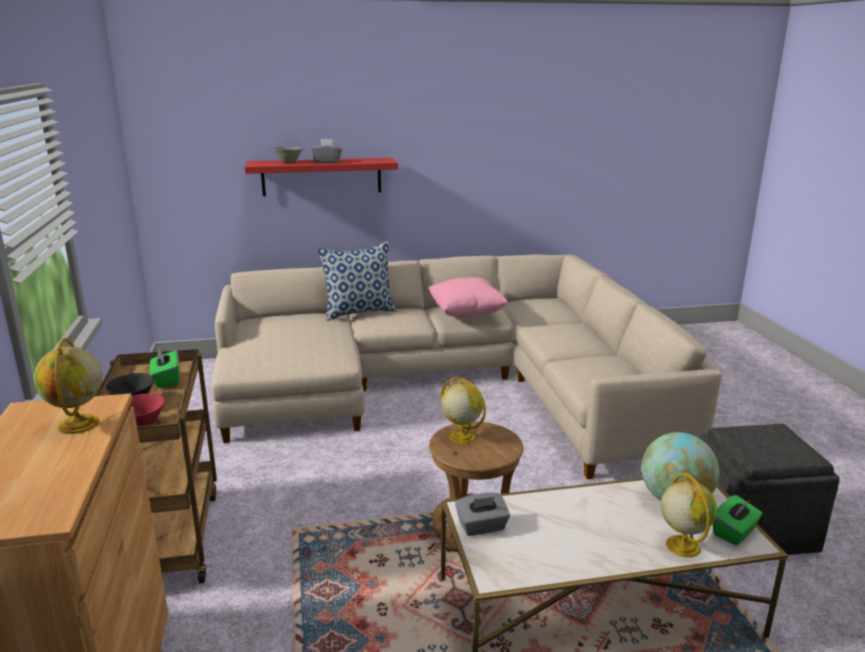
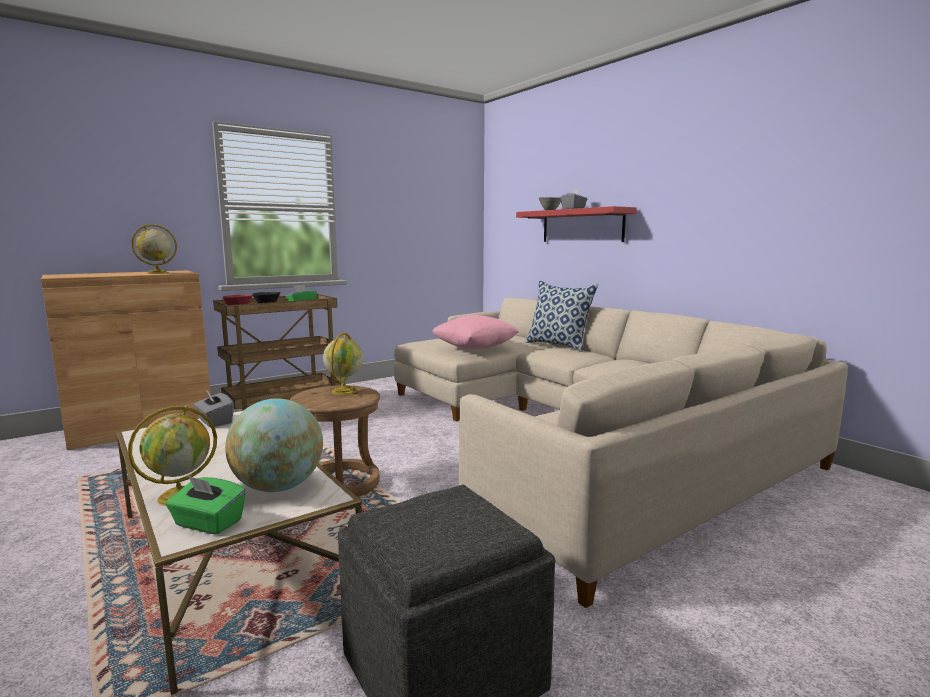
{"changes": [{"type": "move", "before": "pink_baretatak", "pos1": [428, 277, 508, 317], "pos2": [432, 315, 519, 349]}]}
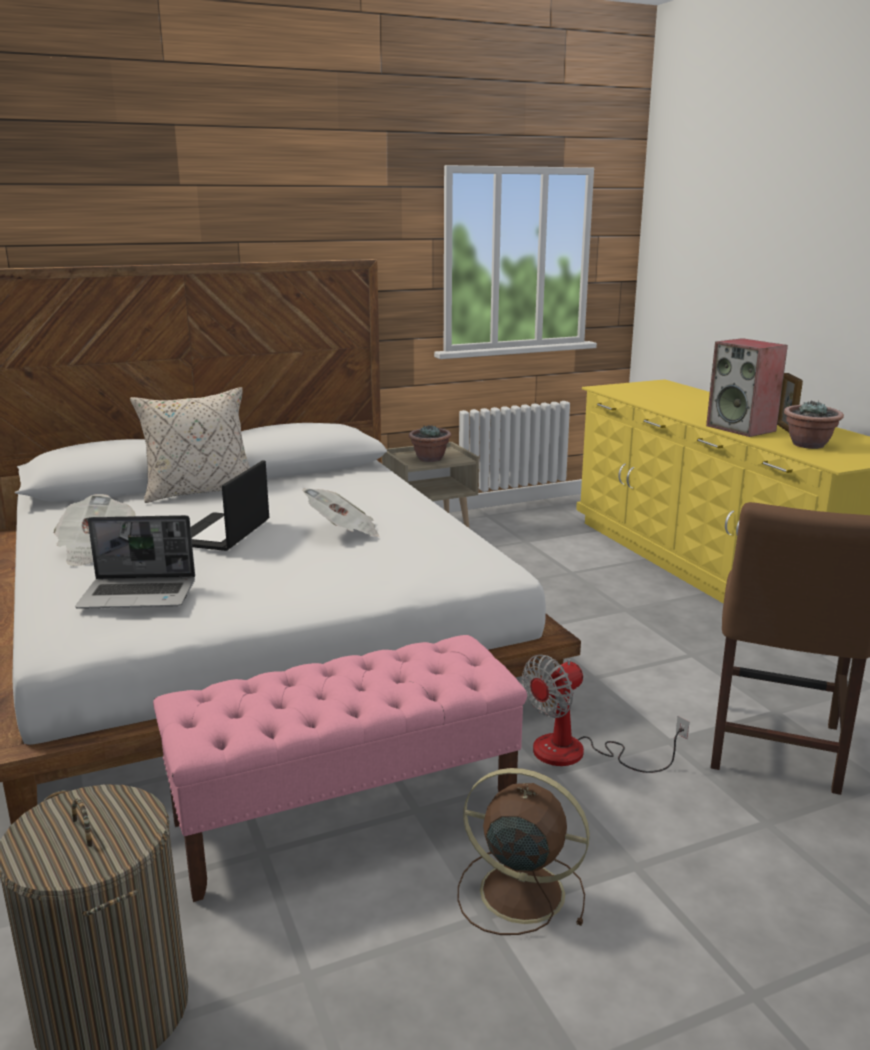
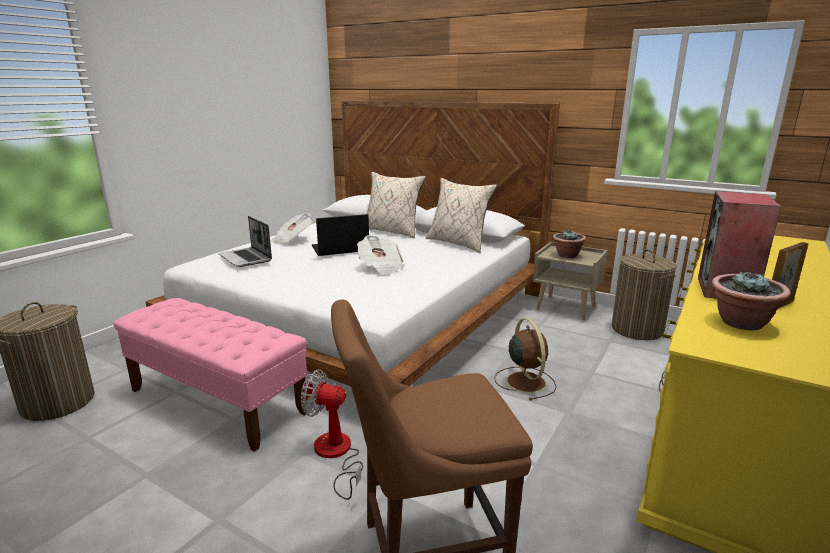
{"changes": [{"type": "move", "before": "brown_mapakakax", "pos1": [457, 768, 590, 935], "pos2": [494, 318, 556, 401]}, {"type": "insert", "after": "beige_baretatak", "pos2": [426, 178, 497, 253]}, {"type": "insert", "after": "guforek", "pos2": [612, 249, 677, 340]}]}
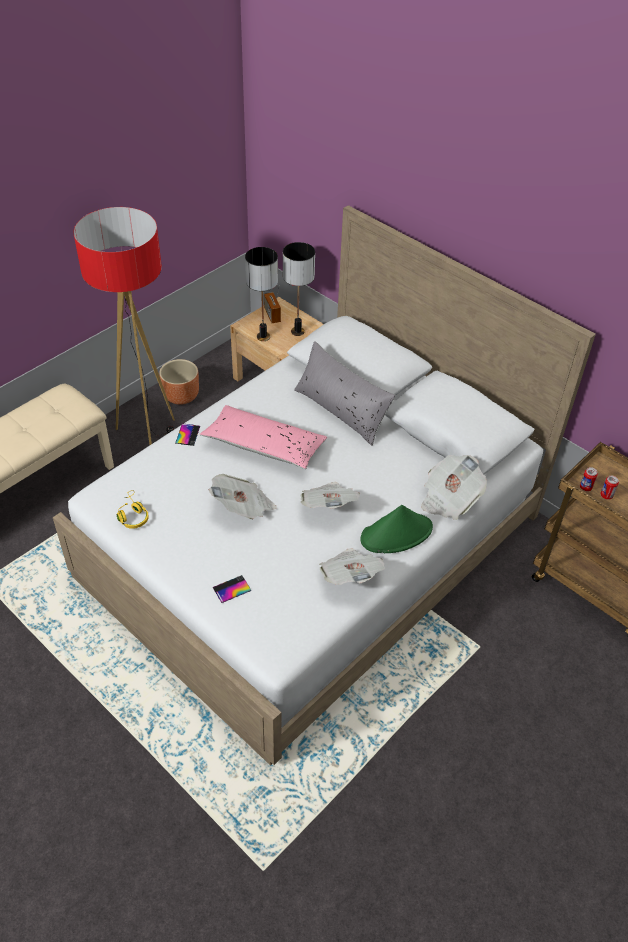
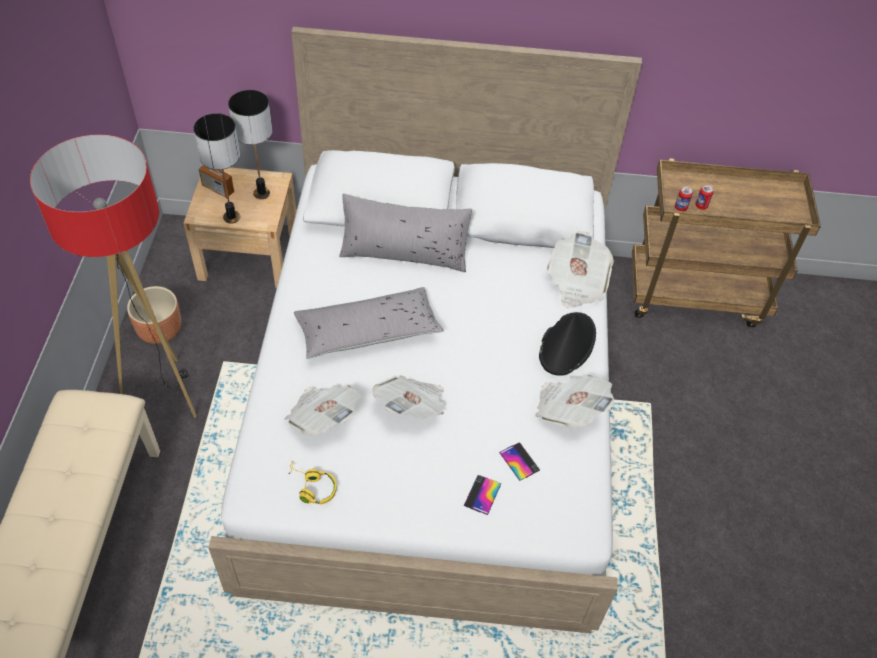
{"changes": [{"type": "move", "before": "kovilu", "pos1": [175, 423, 200, 446], "pos2": [499, 442, 540, 481]}, {"type": "recolor", "before": "pink_baretatak", "after": "grey_baretatak", "pos1": [199, 405, 327, 469], "pos2": [294, 287, 444, 359]}, {"type": "move", "before": "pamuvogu", "pos1": [300, 482, 361, 509], "pos2": [285, 385, 361, 435]}, {"type": "recolor", "before": "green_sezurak", "after": "black_sezurak", "pos1": [361, 505, 433, 553], "pos2": [539, 312, 596, 376]}]}
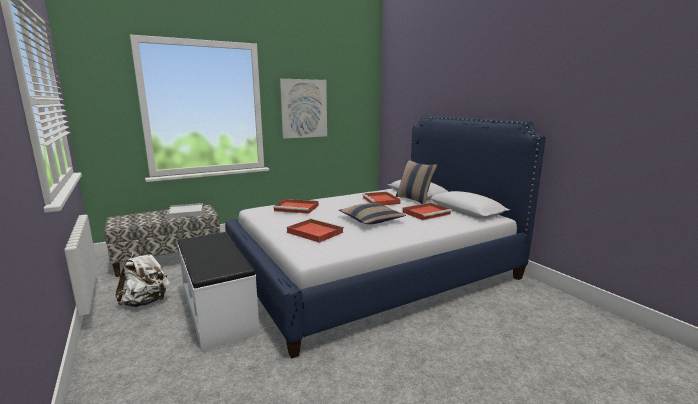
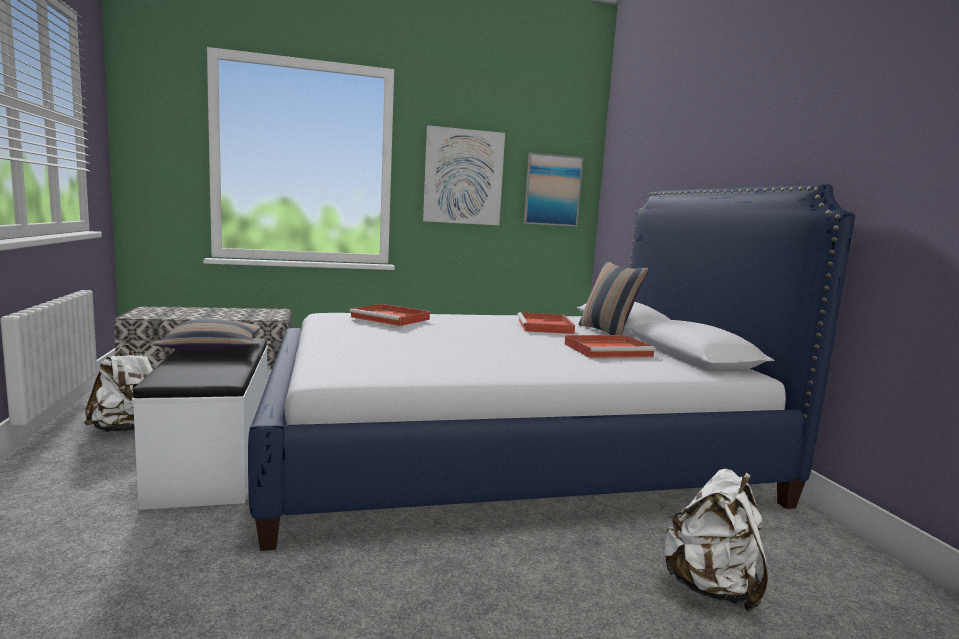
{"changes": [{"type": "delete", "before": "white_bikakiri", "pos1": [167, 203, 203, 219]}, {"type": "delete", "before": "red_bikakiri", "pos1": [287, 219, 344, 243]}, {"type": "move", "before": "baretatak", "pos1": [339, 203, 406, 224], "pos2": [154, 319, 261, 352]}, {"type": "insert", "after": "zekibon", "pos2": [524, 152, 583, 227]}, {"type": "insert", "after": "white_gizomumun", "pos2": [661, 468, 768, 612]}]}
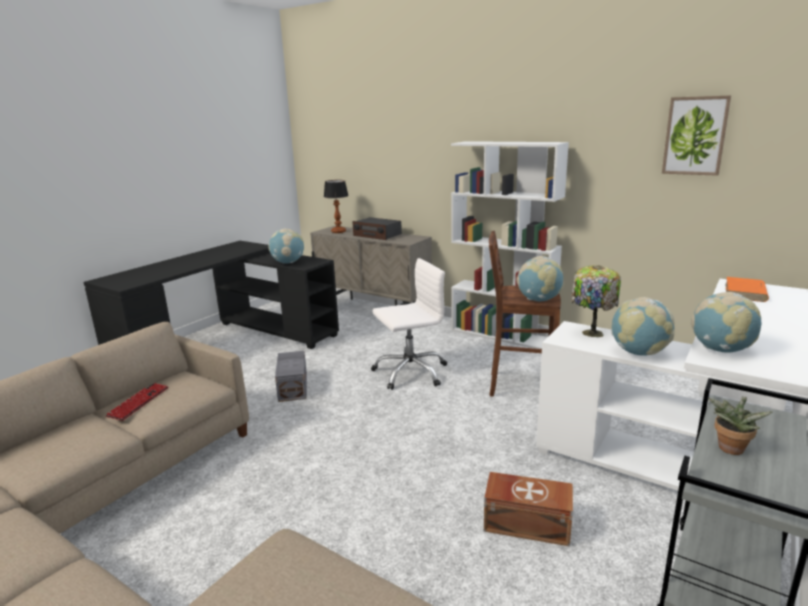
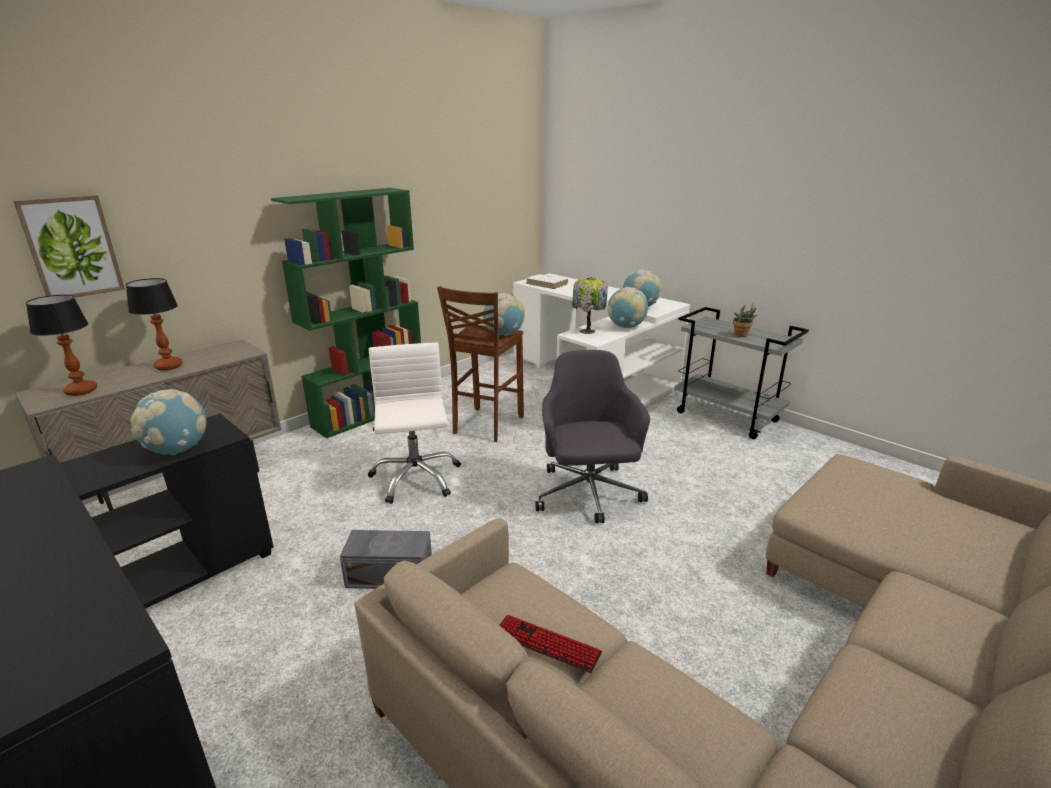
{"changes": [{"type": "replace", "before": "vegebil", "after": "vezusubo", "pos1": [352, 217, 402, 240], "pos2": [126, 278, 183, 370]}, {"type": "recolor", "before": "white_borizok", "after": "green_borizok", "pos1": [451, 141, 569, 349], "pos2": [271, 188, 421, 438]}, {"type": "delete", "before": "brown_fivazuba", "pos1": [484, 472, 573, 546]}, {"type": "move", "before": "zekibon", "pos1": [662, 96, 731, 176], "pos2": [13, 195, 125, 298]}, {"type": "recolor", "before": "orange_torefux", "after": "white_torefux", "pos1": [726, 277, 769, 302], "pos2": [526, 274, 568, 289]}, {"type": "insert", "after": "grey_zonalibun", "pos2": [535, 350, 650, 523]}]}
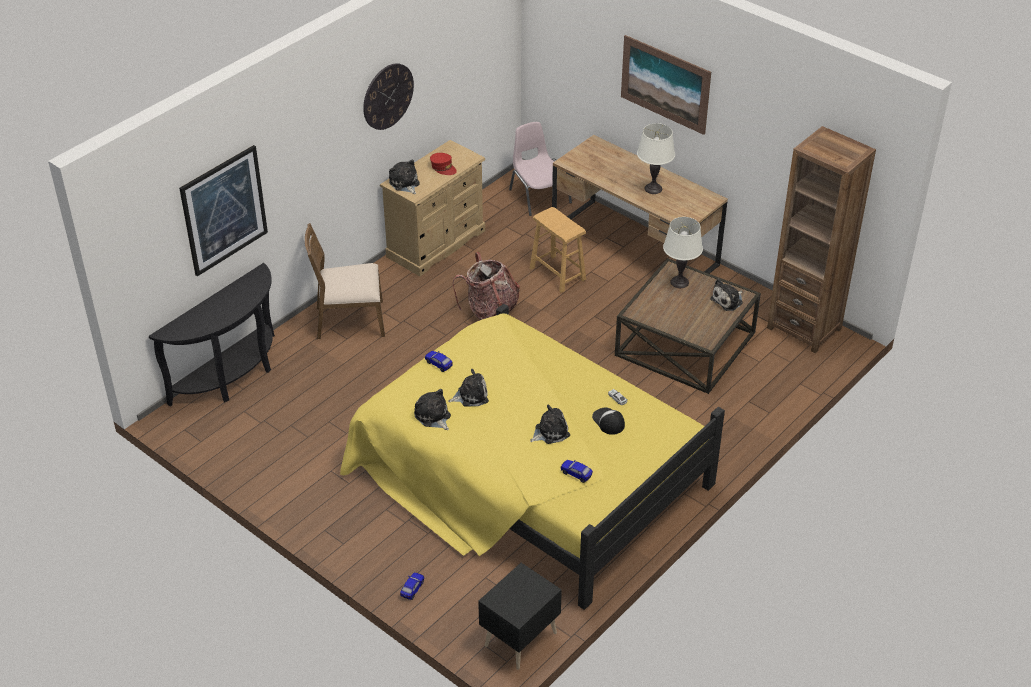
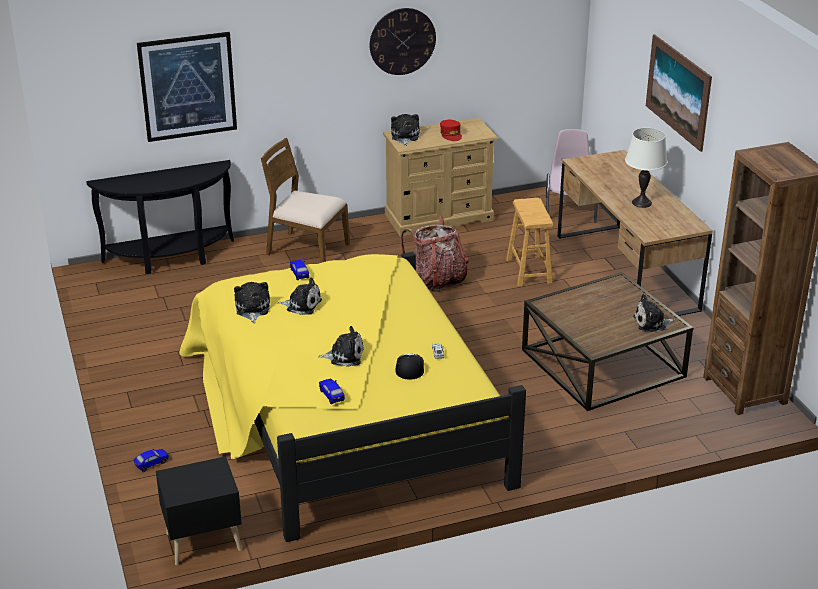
{"changes": [{"type": "delete", "before": "white_vezusubo", "pos1": [663, 217, 703, 288]}]}
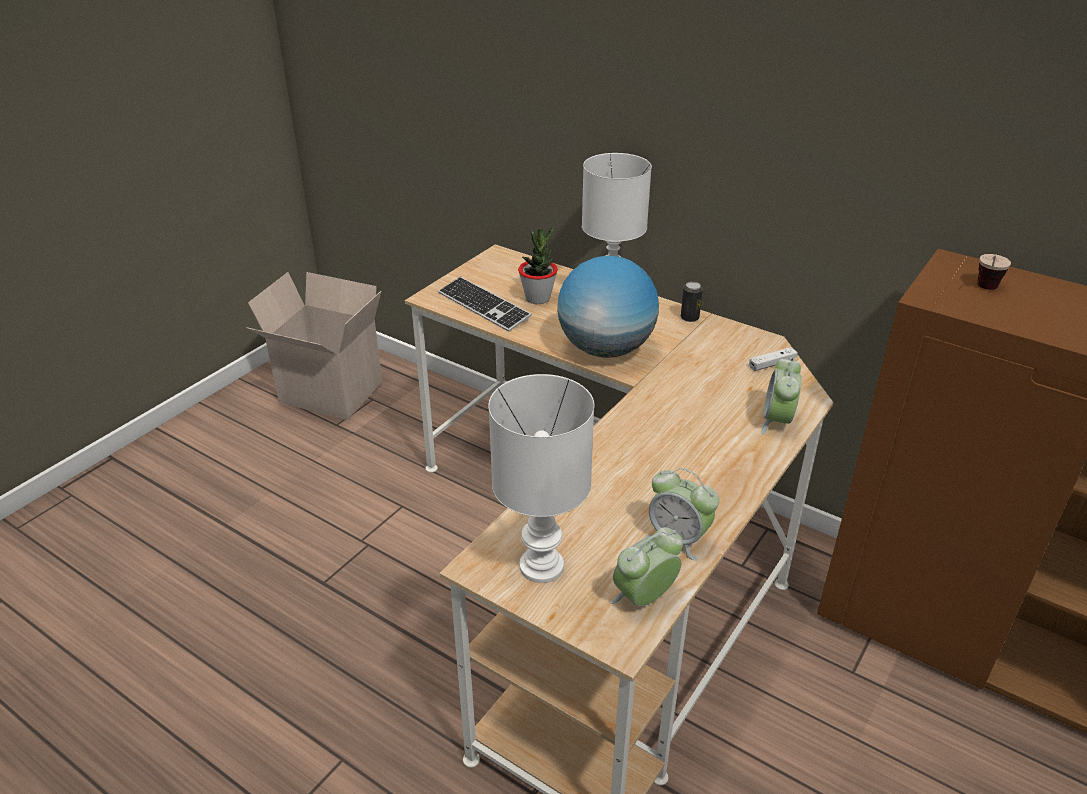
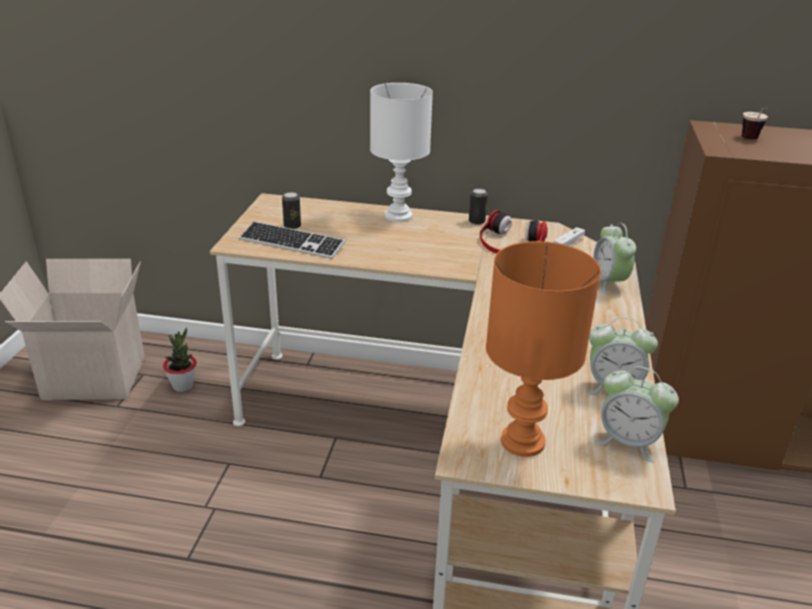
{"changes": [{"type": "recolor", "before": "white_vezusubo", "after": "orange_vezusubo", "pos1": [488, 374, 594, 583], "pos2": [486, 241, 601, 457]}, {"type": "move", "before": "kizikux", "pos1": [518, 225, 558, 304], "pos2": [163, 328, 196, 392]}, {"type": "delete", "before": "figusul", "pos1": [557, 256, 659, 358]}, {"type": "rotate", "before": "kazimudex", "pos1": [610, 527, 683, 606], "pos2": [595, 366, 679, 462], "turn": -90}, {"type": "insert", "after": "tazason", "pos2": [282, 192, 301, 229]}, {"type": "insert", "after": "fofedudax", "pos2": [480, 210, 548, 253]}]}
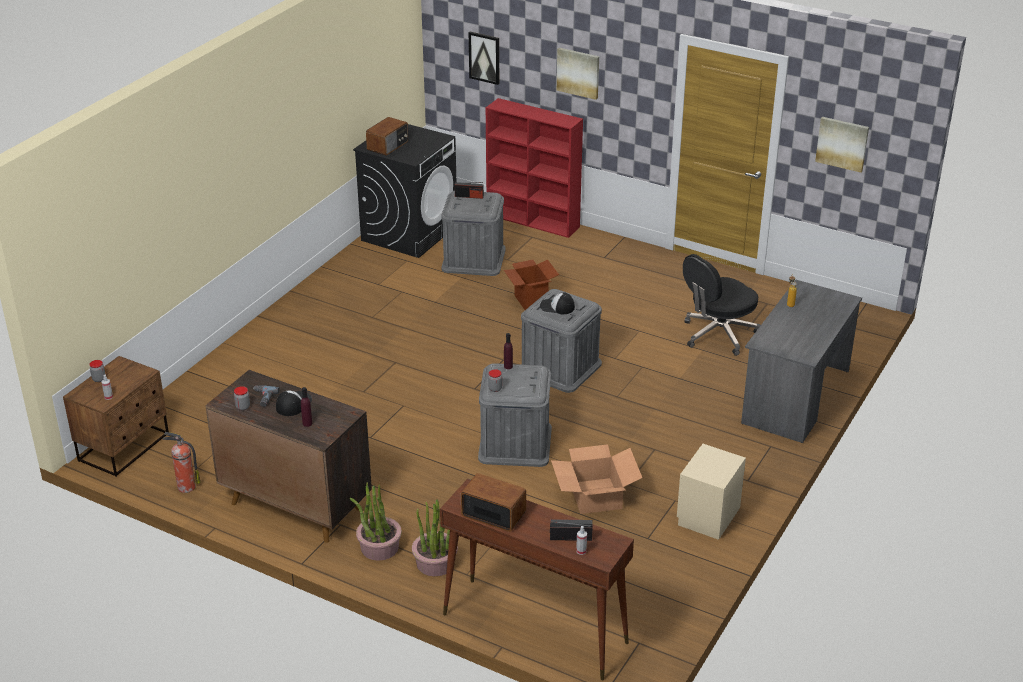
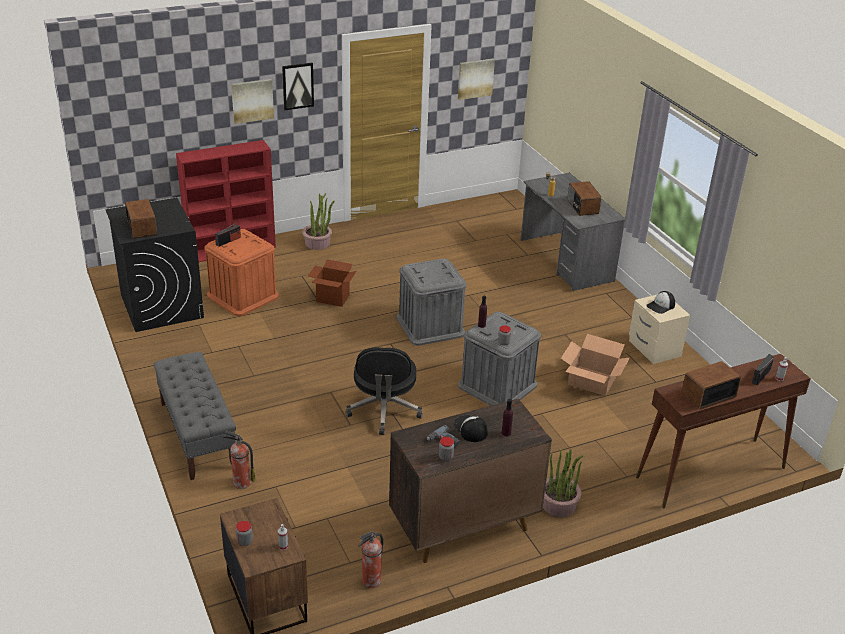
{"changes": [{"type": "move", "before": "kizikux", "pos1": [412, 500, 458, 576], "pos2": [302, 193, 335, 250]}, {"type": "recolor", "before": "grey_fivazuba", "after": "orange_fivazuba", "pos1": [442, 191, 506, 276], "pos2": [205, 229, 279, 316]}, {"type": "move", "before": "zekibon", "pos1": [469, 32, 499, 85], "pos2": [282, 62, 314, 110]}, {"type": "move", "before": "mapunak", "pos1": [540, 293, 575, 314], "pos2": [646, 291, 675, 314]}, {"type": "move", "before": "black_zonalibun", "pos1": [683, 254, 761, 356], "pos2": [345, 347, 423, 435]}, {"type": "insert", "after": "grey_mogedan", "pos2": [153, 352, 236, 480]}, {"type": "insert", "after": "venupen", "pos2": [223, 431, 256, 489]}, {"type": "insert", "after": "vegebil", "pos2": [567, 181, 601, 216]}]}
